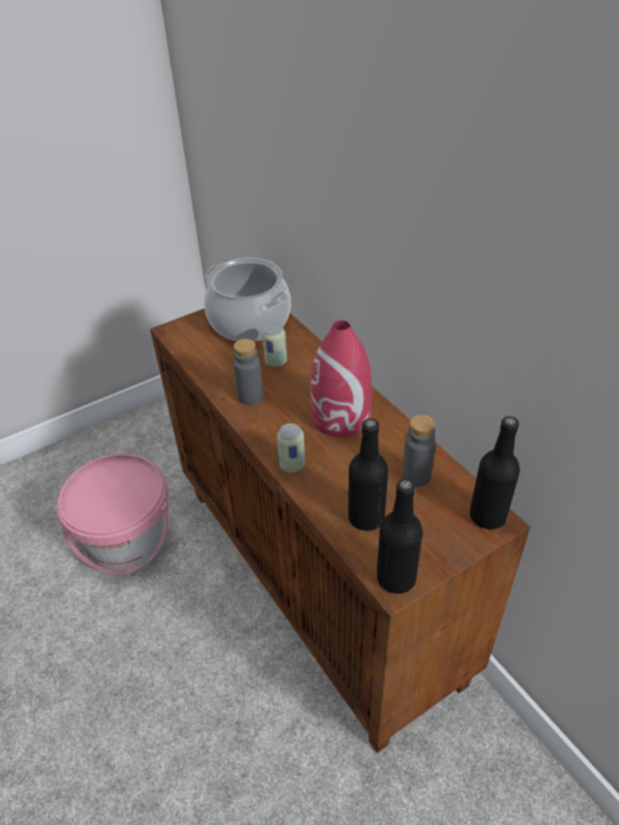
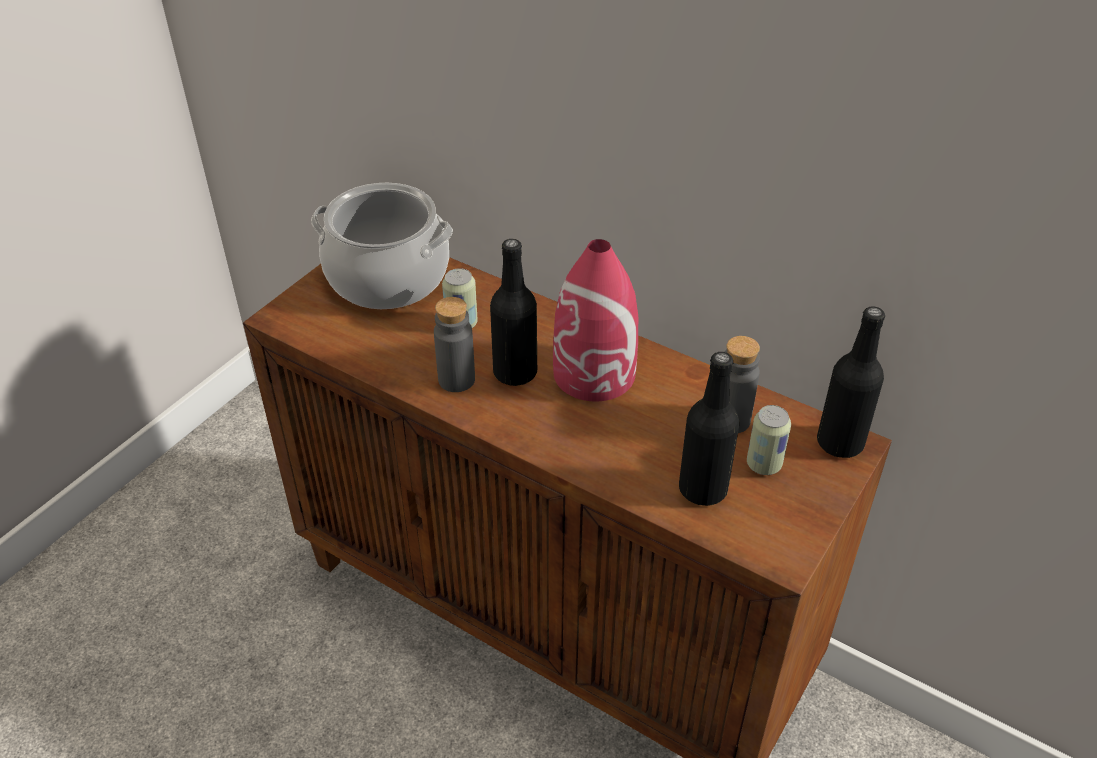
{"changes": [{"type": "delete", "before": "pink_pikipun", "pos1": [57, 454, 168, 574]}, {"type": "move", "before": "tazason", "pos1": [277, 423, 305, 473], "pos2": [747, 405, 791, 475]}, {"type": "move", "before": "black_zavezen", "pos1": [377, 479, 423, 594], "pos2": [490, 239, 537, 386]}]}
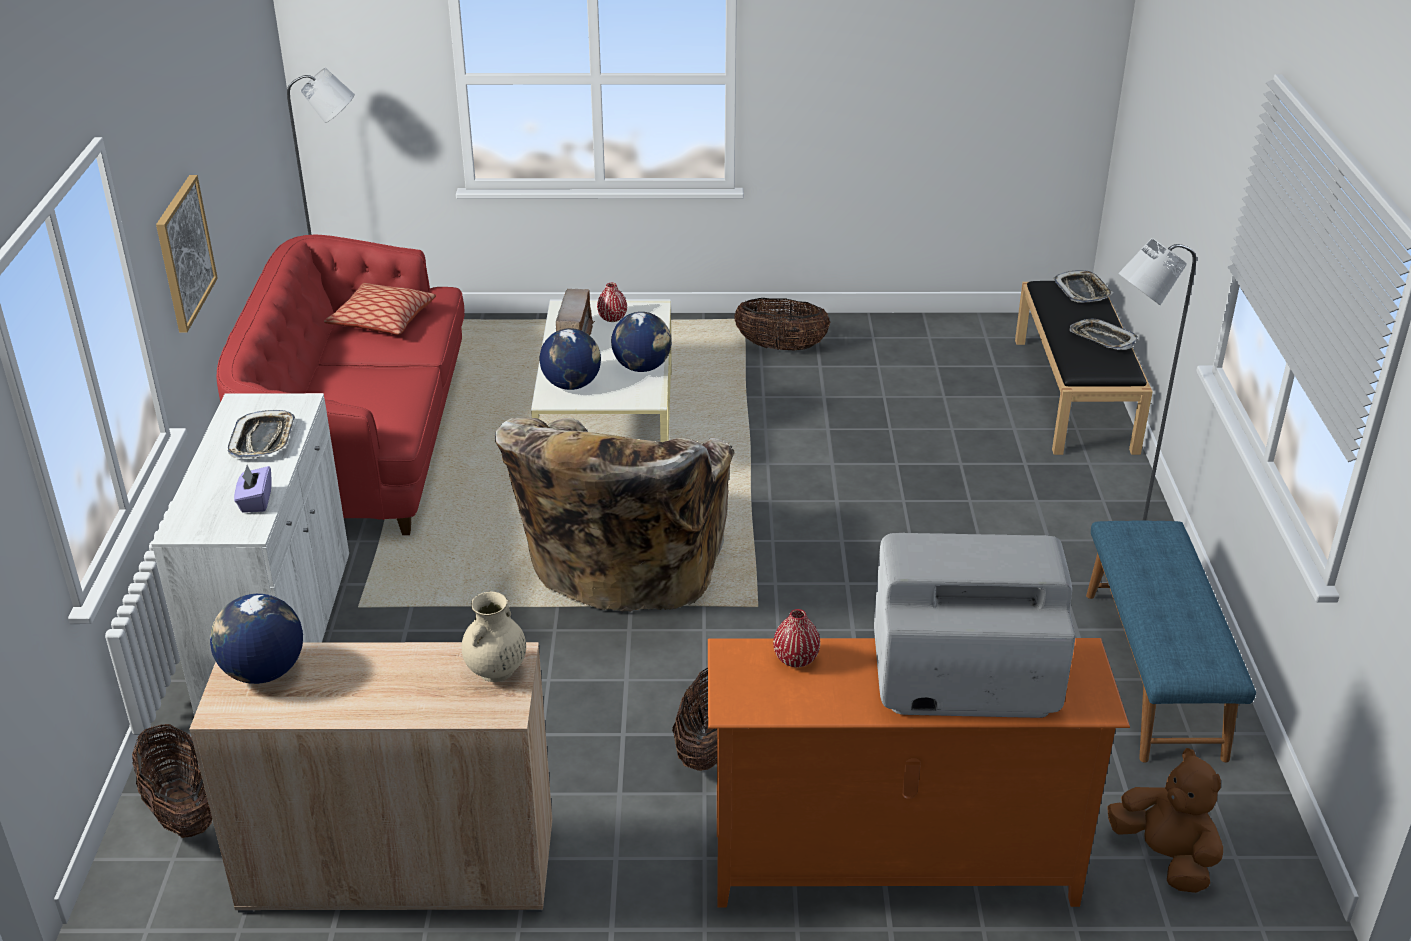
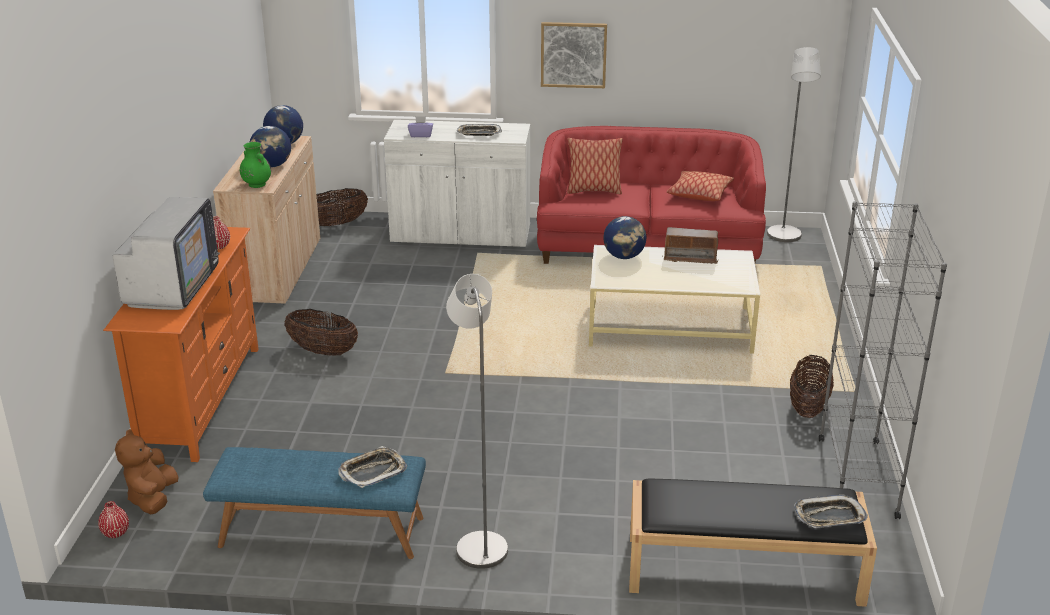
{"changes": [{"type": "recolor", "before": "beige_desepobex", "after": "green_desepobex", "pos1": [461, 592, 526, 682], "pos2": [240, 142, 271, 188]}, {"type": "delete", "before": "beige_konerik", "pos1": [495, 418, 735, 612]}, {"type": "move", "before": "red_desepobex", "pos1": [597, 283, 627, 322], "pos2": [98, 501, 129, 538]}, {"type": "move", "before": "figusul", "pos1": [611, 312, 671, 372], "pos2": [250, 126, 291, 167]}, {"type": "move", "before": "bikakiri", "pos1": [1070, 319, 1138, 350], "pos2": [339, 446, 407, 488]}, {"type": "rotate", "before": "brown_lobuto", "pos1": [1107, 748, 1223, 893], "pos2": [115, 429, 179, 514], "turn": 120}, {"type": "insert", "after": "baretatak", "pos2": [567, 138, 623, 194]}, {"type": "insert", "after": "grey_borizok", "pos2": [819, 201, 947, 519]}]}
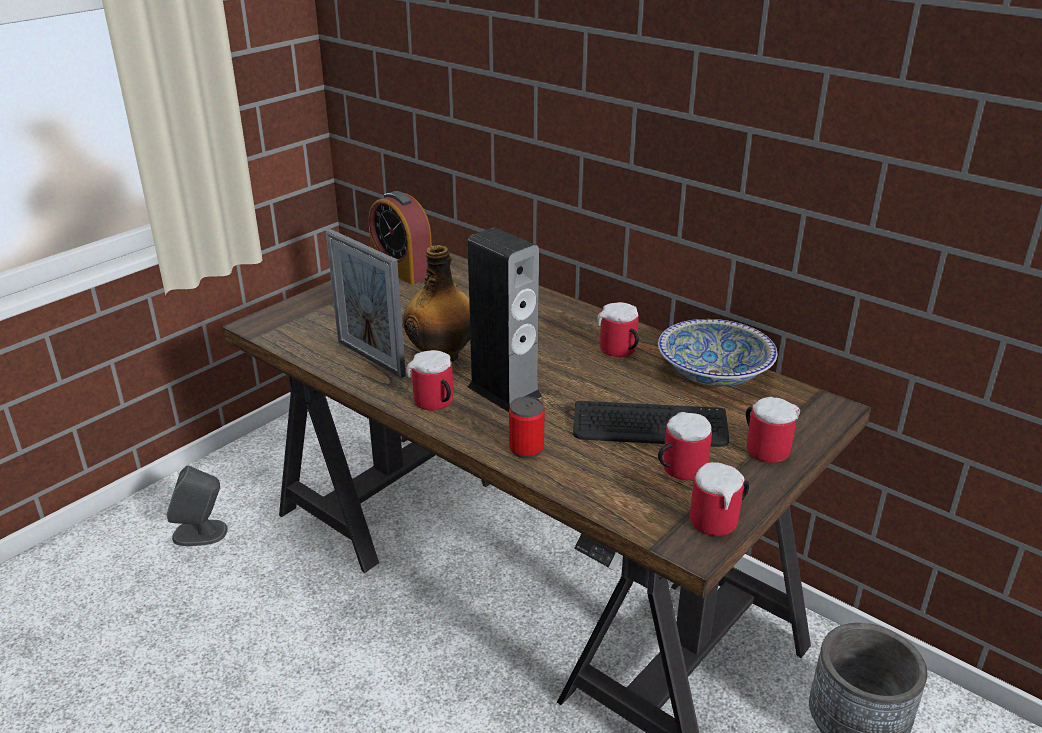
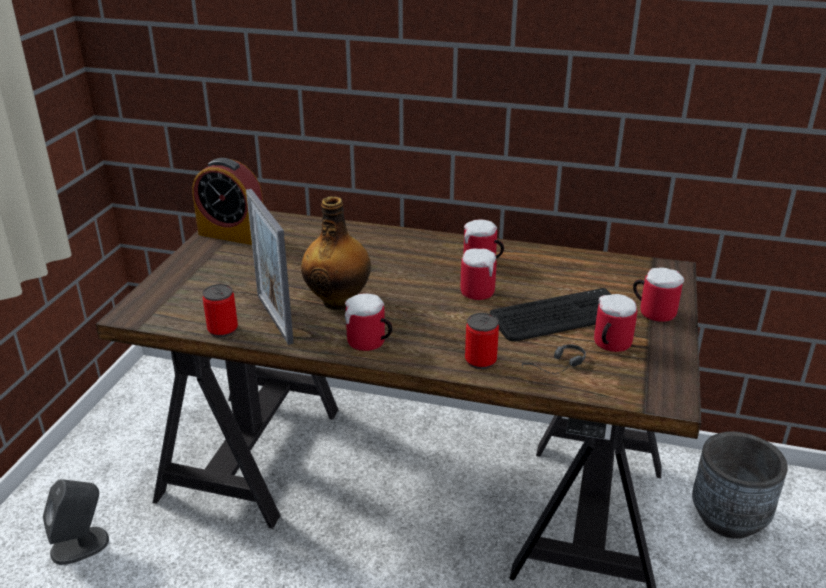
{"changes": [{"type": "rotate", "before": "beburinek", "pos1": [325, 229, 406, 378], "pos2": [246, 189, 294, 345], "turn": 45}, {"type": "delete", "before": "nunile", "pos1": [467, 227, 542, 412]}, {"type": "delete", "before": "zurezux", "pos1": [658, 319, 777, 386]}, {"type": "move", "before": "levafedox", "pos1": [690, 462, 749, 536], "pos2": [461, 248, 497, 300]}, {"type": "insert", "after": "tazason", "pos2": [202, 284, 238, 337]}, {"type": "insert", "after": "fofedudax", "pos2": [522, 345, 586, 374]}]}
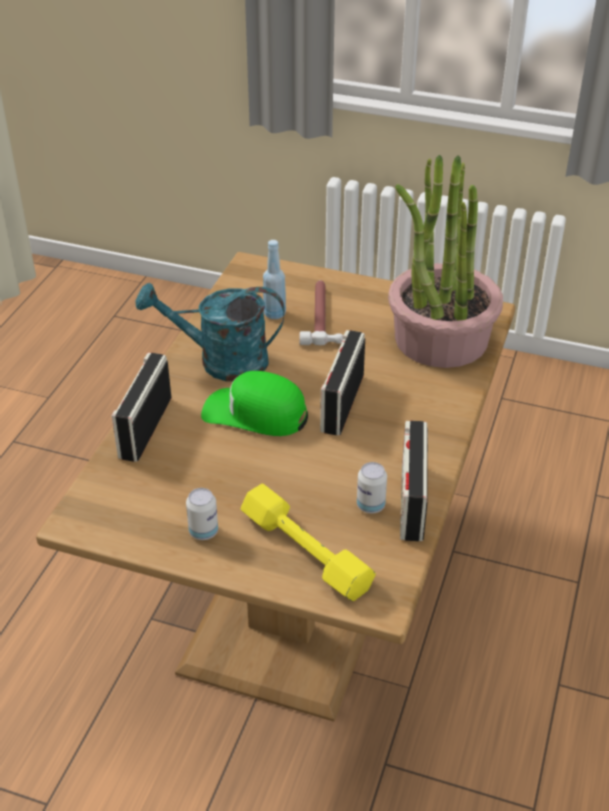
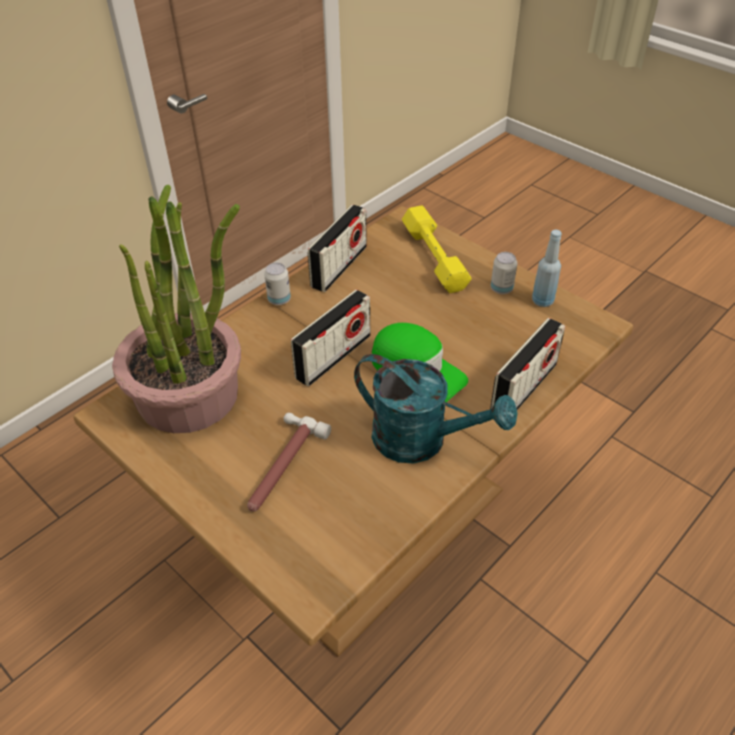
{"changes": [{"type": "move", "before": "blue_zavezen", "pos1": [263, 240, 286, 319], "pos2": [532, 230, 562, 307]}, {"type": "move", "before": "tazason", "pos1": [357, 462, 387, 513], "pos2": [264, 263, 291, 305]}]}
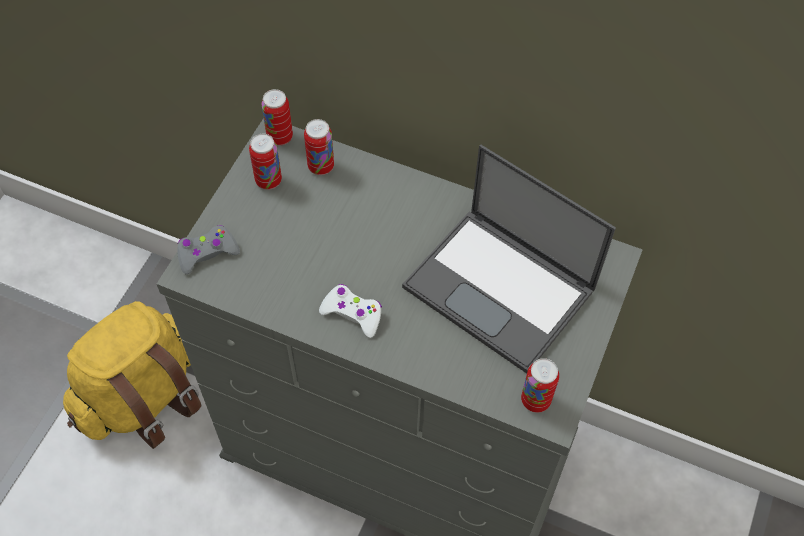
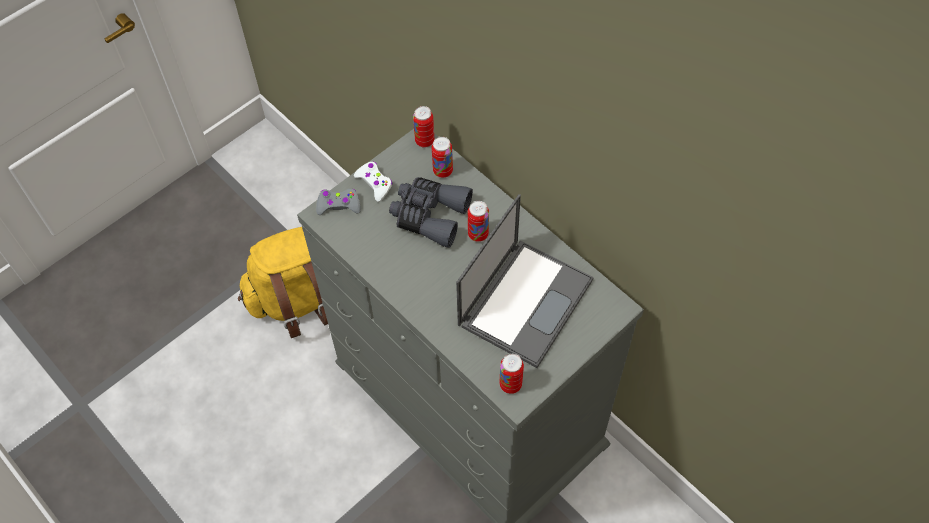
{"changes": [{"type": "move", "before": "tazason", "pos1": [249, 134, 282, 190], "pos2": [468, 201, 489, 242]}, {"type": "move", "before": "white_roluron", "pos1": [319, 284, 382, 338], "pos2": [354, 162, 393, 202]}, {"type": "rotate", "before": "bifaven", "pos1": [402, 144, 616, 374], "pos2": [456, 194, 594, 368], "turn": -120}, {"type": "insert", "after": "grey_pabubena", "pos2": [389, 177, 473, 248]}]}
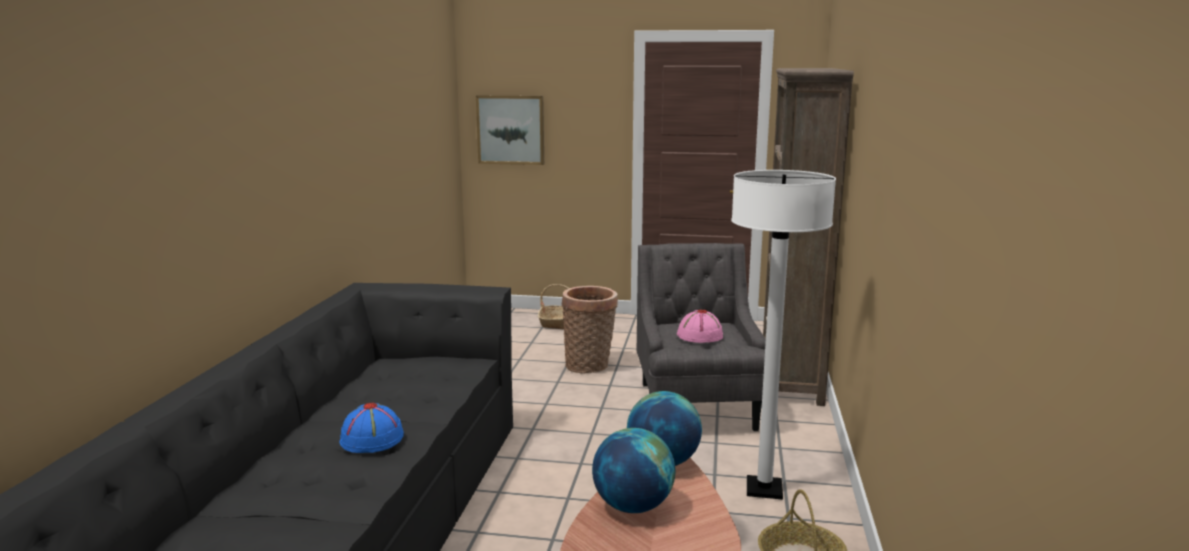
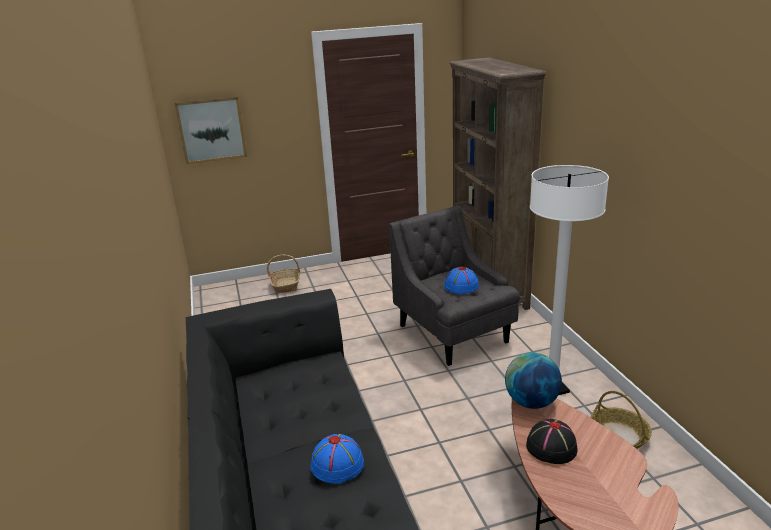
{"changes": [{"type": "delete", "before": "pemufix", "pos1": [562, 286, 618, 374]}, {"type": "replace", "before": "figusul", "after": "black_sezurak", "pos1": [592, 428, 675, 513], "pos2": [526, 419, 577, 464]}, {"type": "recolor", "before": "pink_sezurak", "after": "blue_sezurak", "pos1": [677, 310, 723, 343], "pos2": [444, 267, 479, 294]}]}
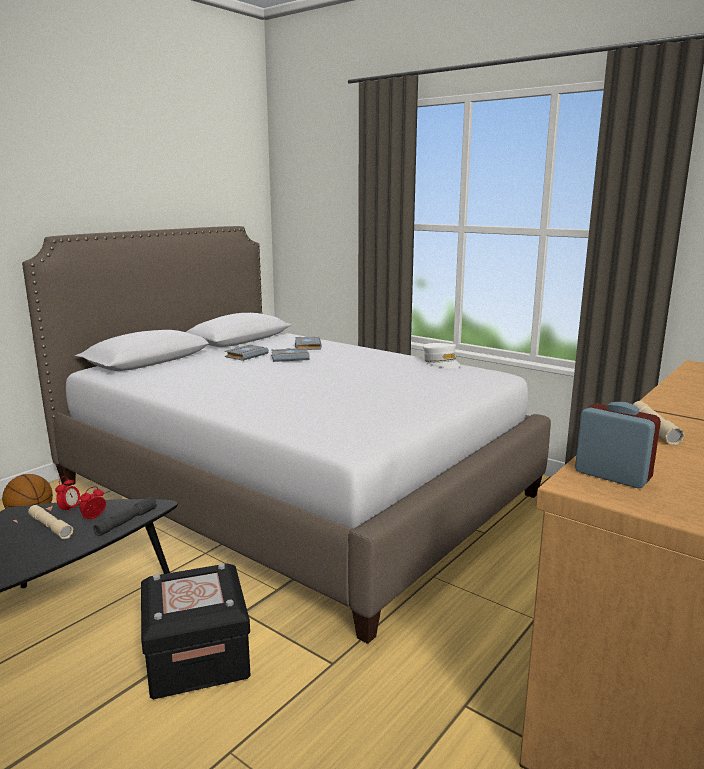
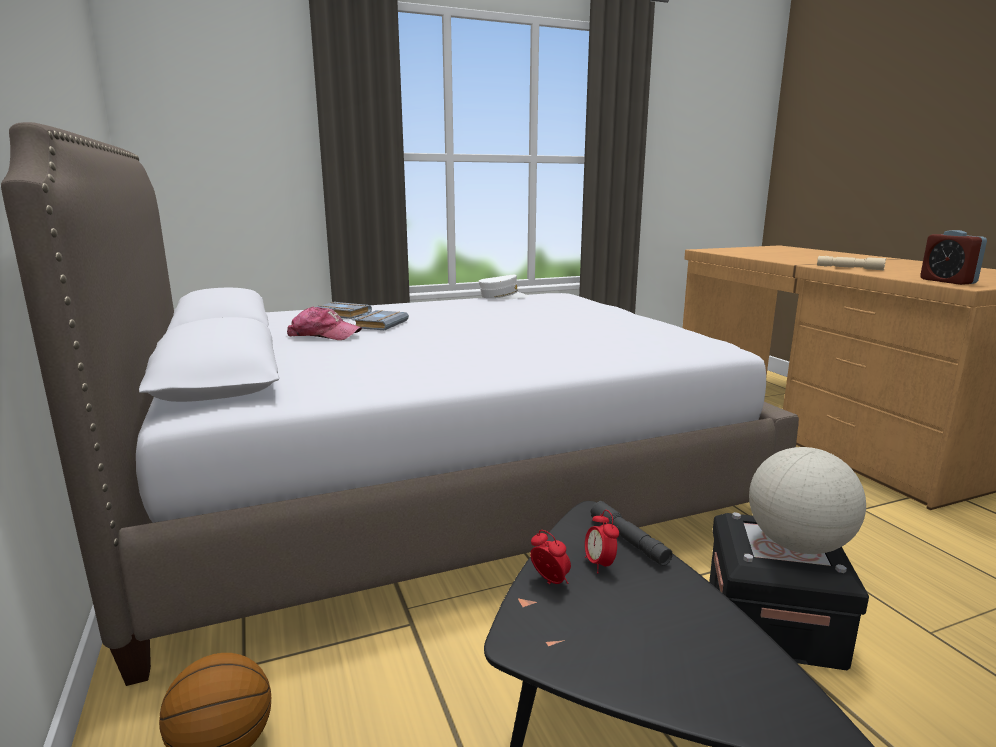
{"changes": [{"type": "delete", "before": "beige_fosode", "pos1": [28, 505, 73, 539]}, {"type": "replace", "before": "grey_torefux", "after": "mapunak", "pos1": [224, 344, 269, 361], "pos2": [287, 306, 362, 340]}, {"type": "rotate", "before": "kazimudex", "pos1": [575, 402, 661, 488], "pos2": [920, 230, 987, 285], "turn": -90}, {"type": "insert", "after": "figusul", "pos2": [749, 447, 866, 554]}]}
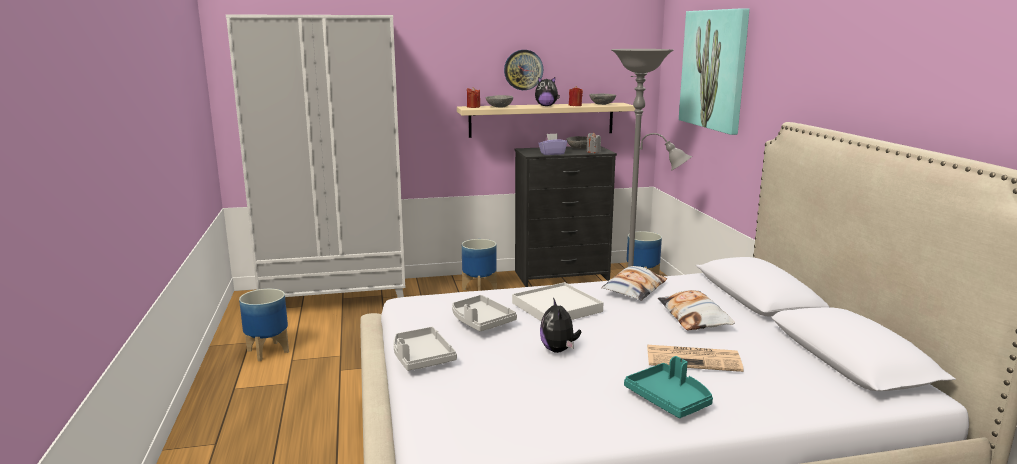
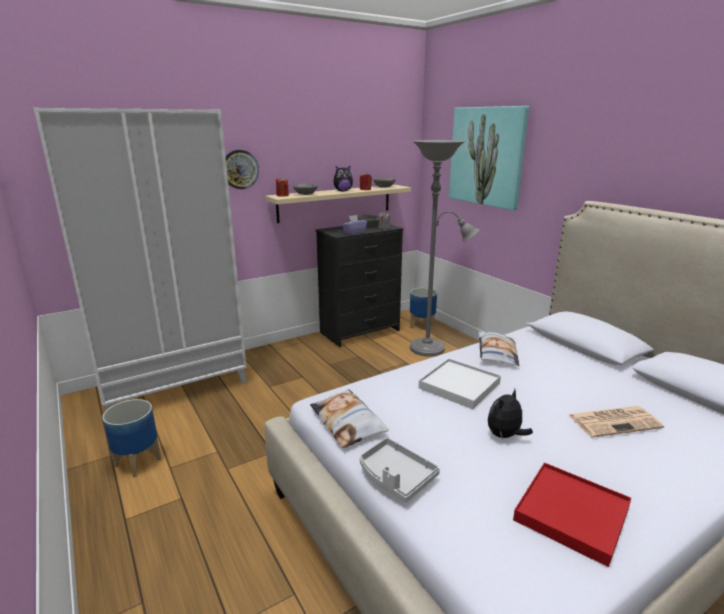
{"changes": [{"type": "delete", "before": "grey_bikakiri", "pos1": [452, 295, 517, 331]}, {"type": "delete", "before": "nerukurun", "pos1": [462, 239, 497, 291]}, {"type": "move", "before": "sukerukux", "pos1": [504, 50, 543, 90], "pos2": [226, 150, 259, 189]}, {"type": "rotate", "before": "lobuto", "pos1": [540, 298, 581, 353], "pos2": [488, 389, 533, 439], "turn": 75}, {"type": "delete", "before": "turquoise_bikakiri", "pos1": [624, 356, 713, 418]}, {"type": "move", "before": "baretatak", "pos1": [658, 290, 735, 330], "pos2": [310, 389, 388, 448]}, {"type": "insert", "after": "red_bikakiri", "pos2": [513, 463, 631, 567]}]}
